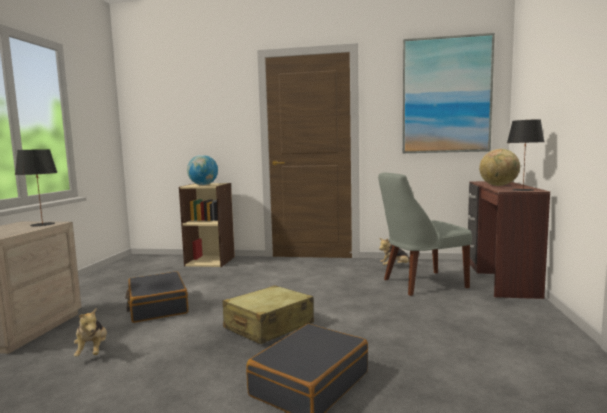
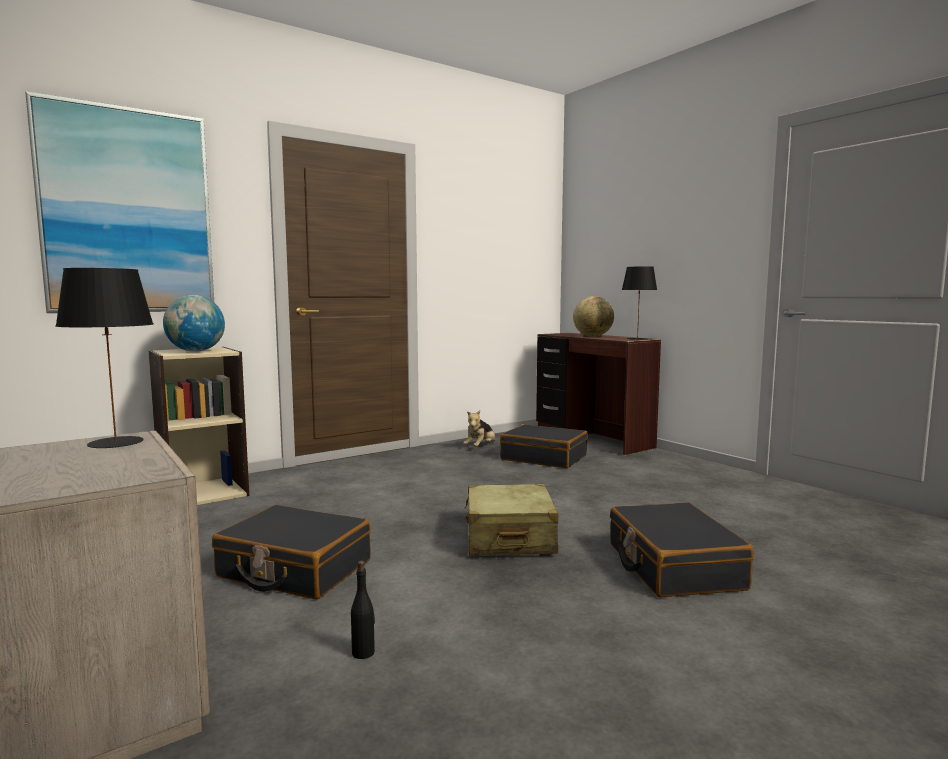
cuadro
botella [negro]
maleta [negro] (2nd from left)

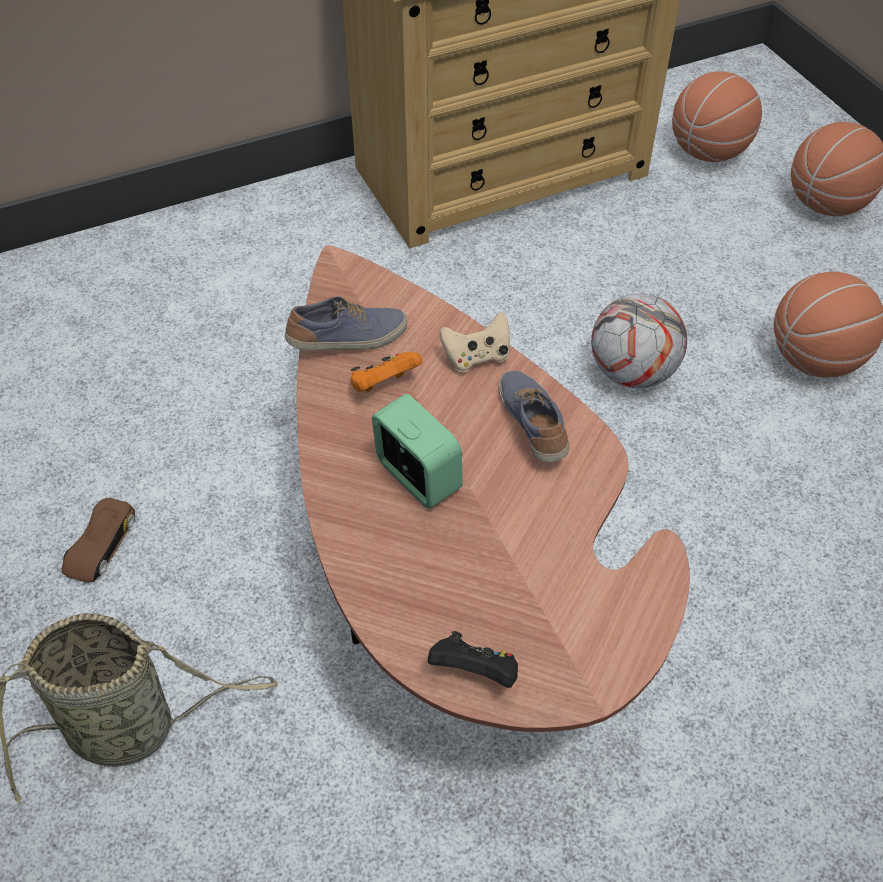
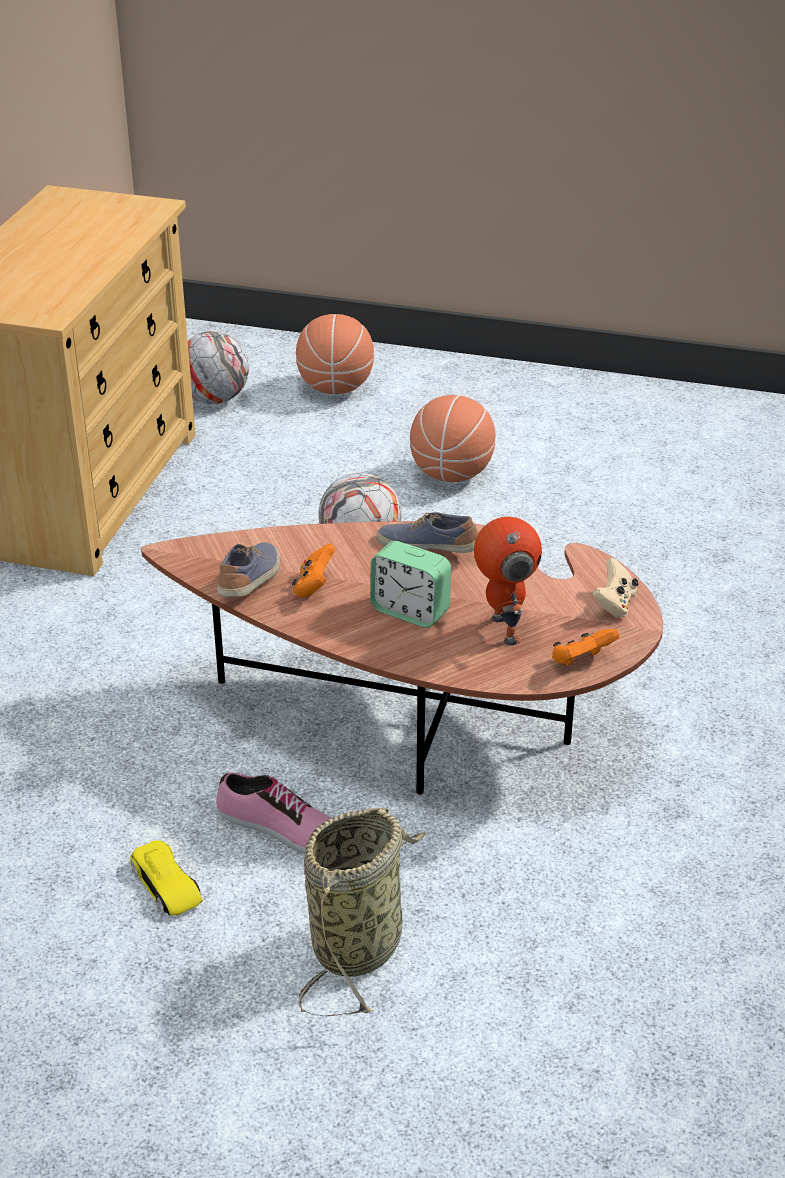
zapato (2nd from left)
robot de juguete
mando de consola [beis]
balón de fútbol (1st from left)
coche de juguete [amarillo]
mando de consola [naranja] (2nd from left)
despertador

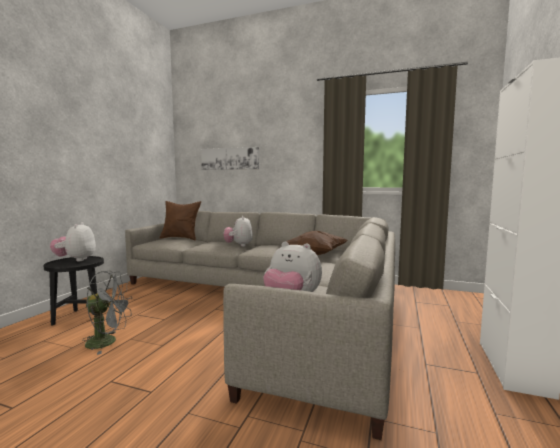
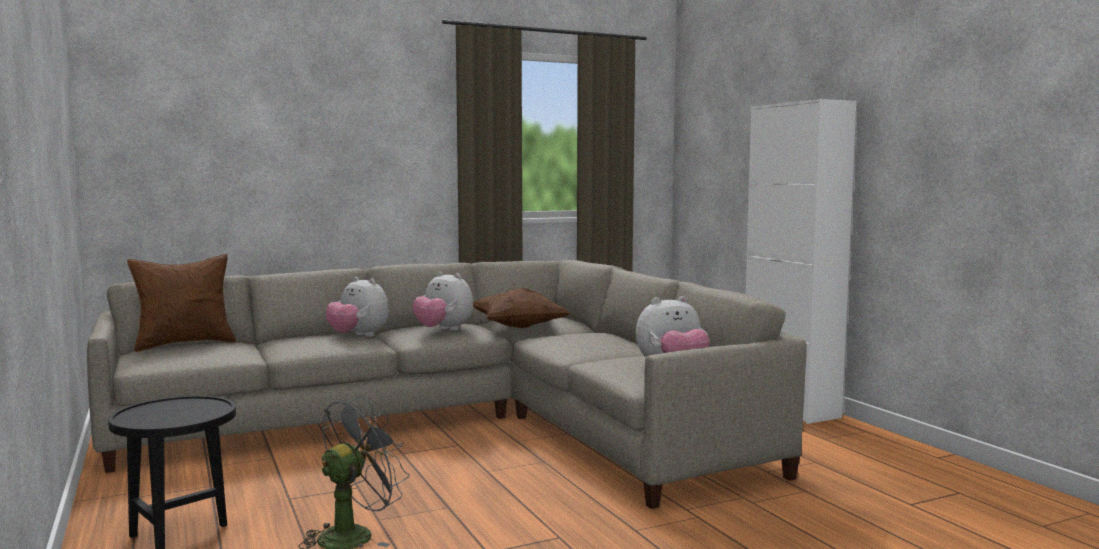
cuadro
peluche (2nd from left)

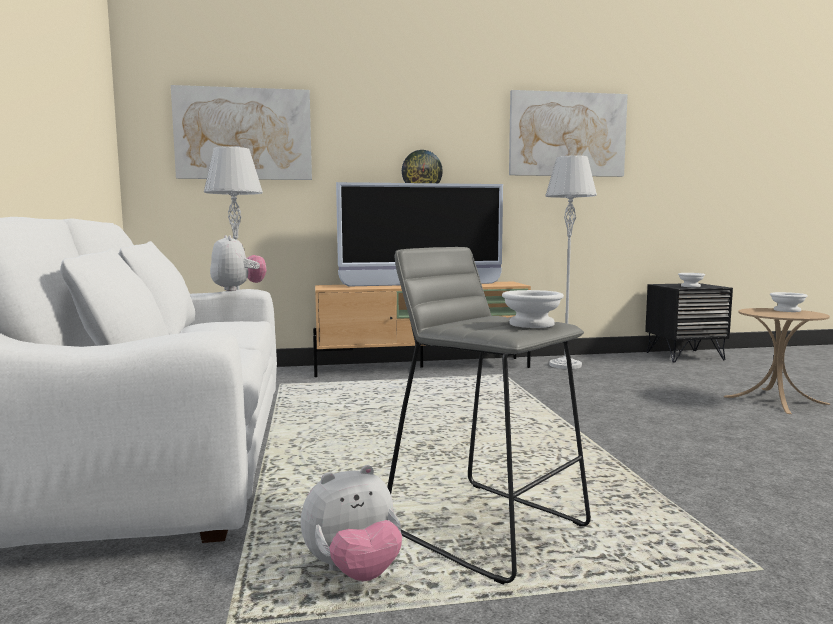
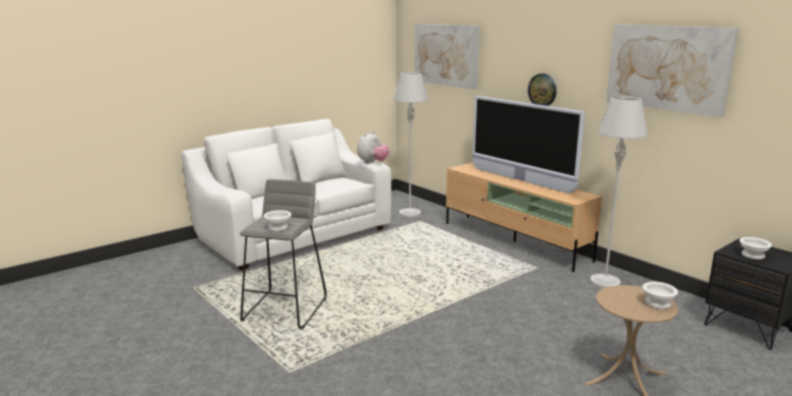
peluche (2nd from left in the first image)

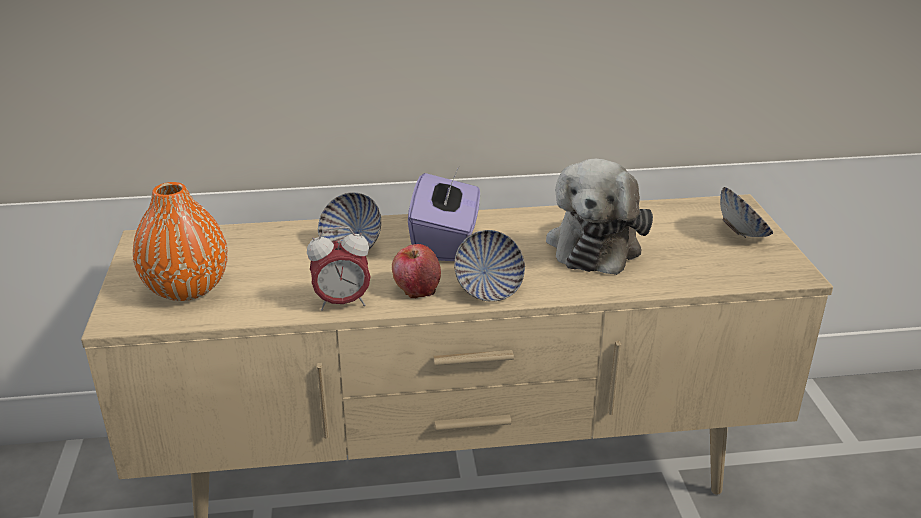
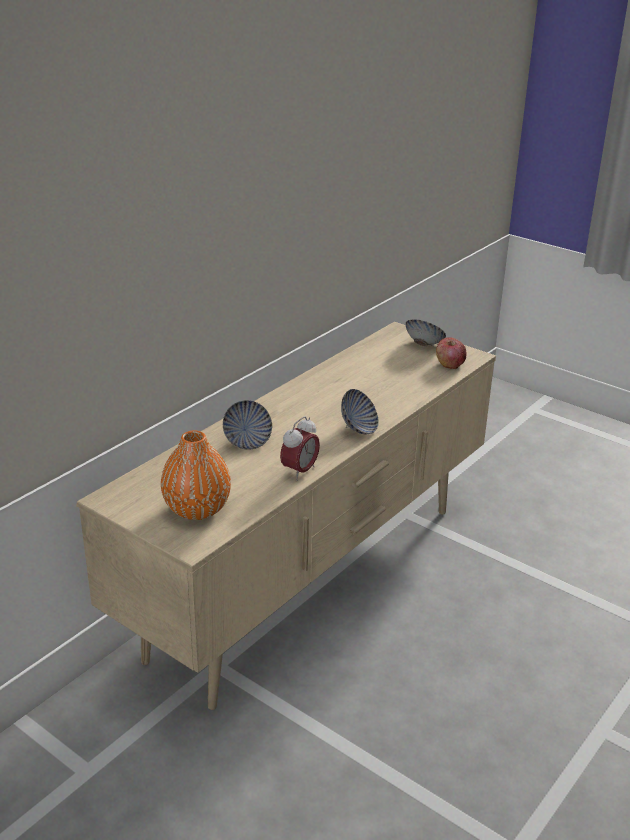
caja de pañuelos [morado]
peluche
manzana

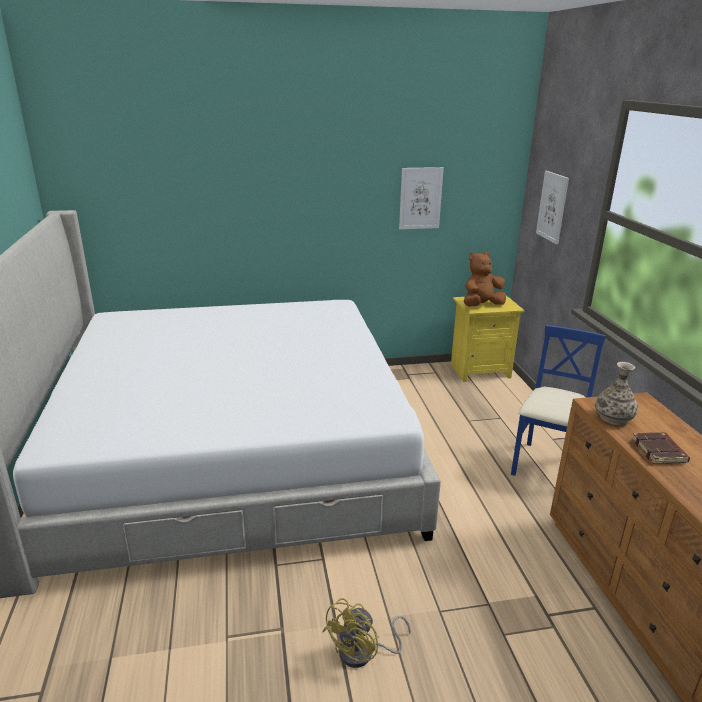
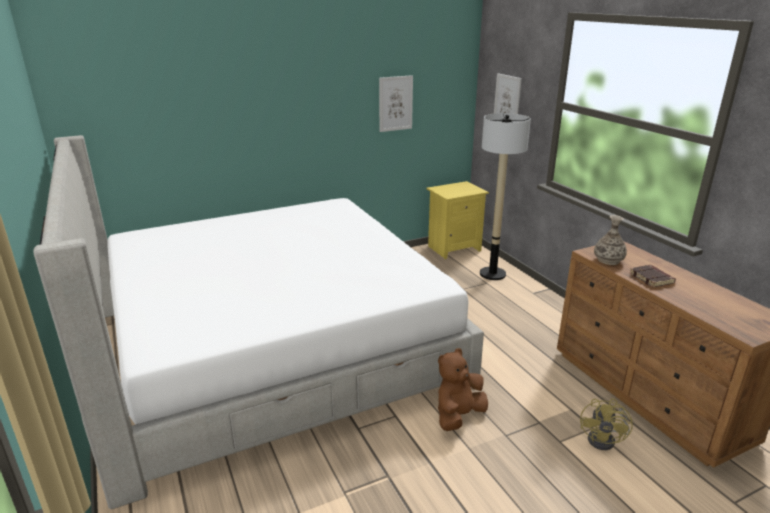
silla [azul]
lámpara de pie
ventilador [amarillo]
peluche [marrón]

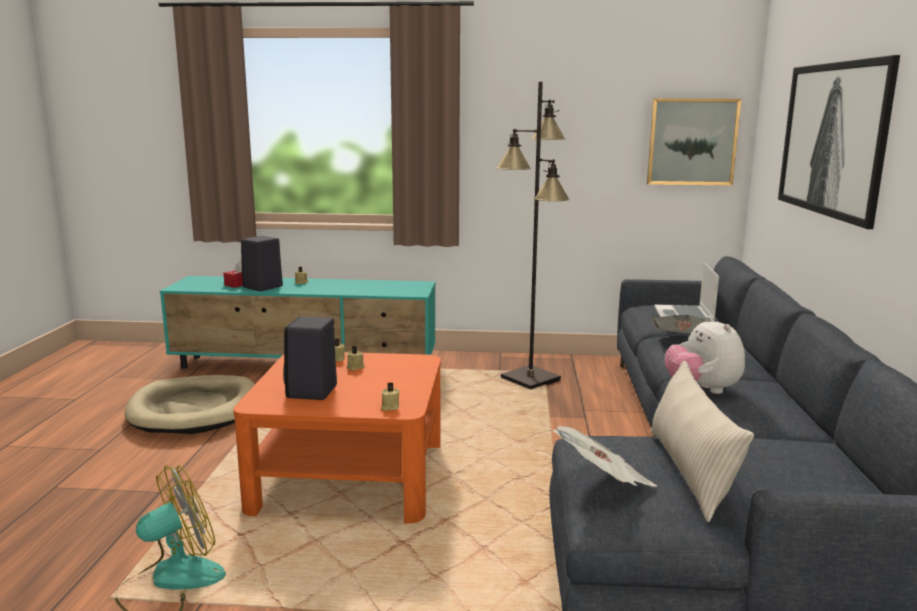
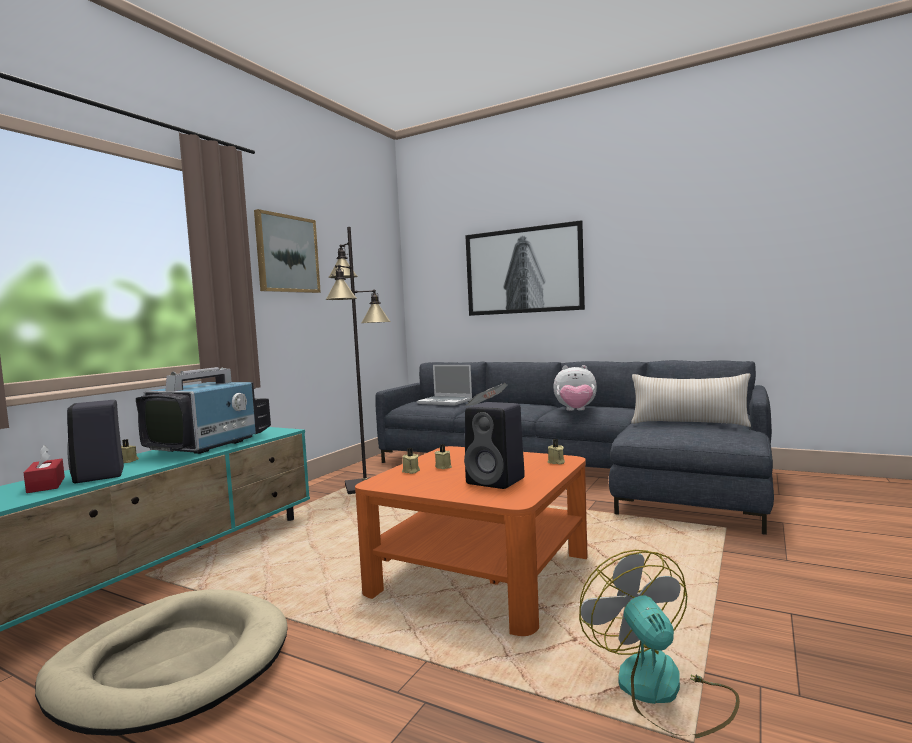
periódico (1st from left in the first image)
televisor
cuadro (1st from left)

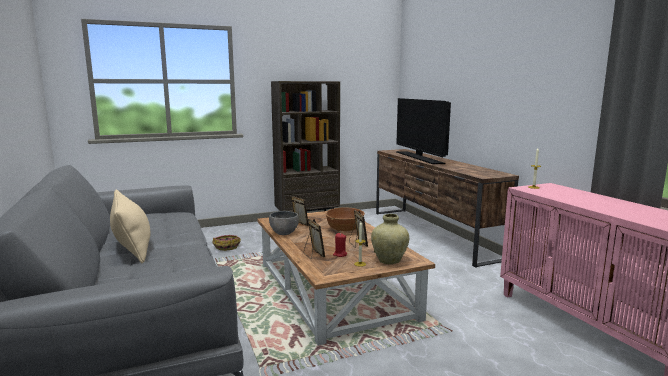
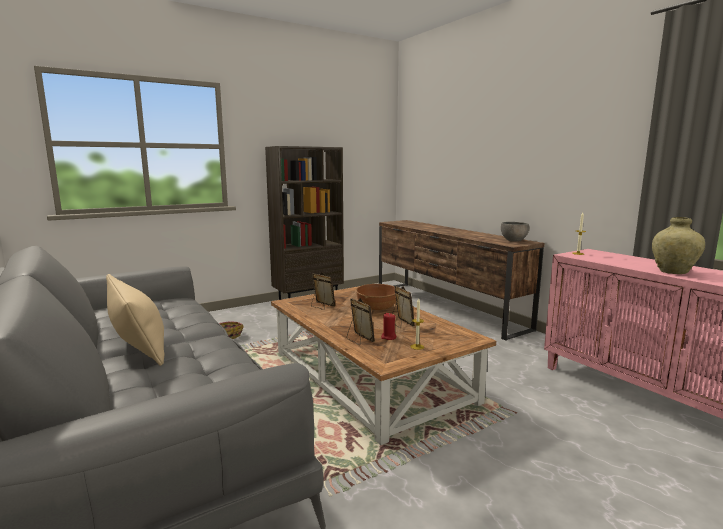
televisor
cuenco [gris]
florero [beis]

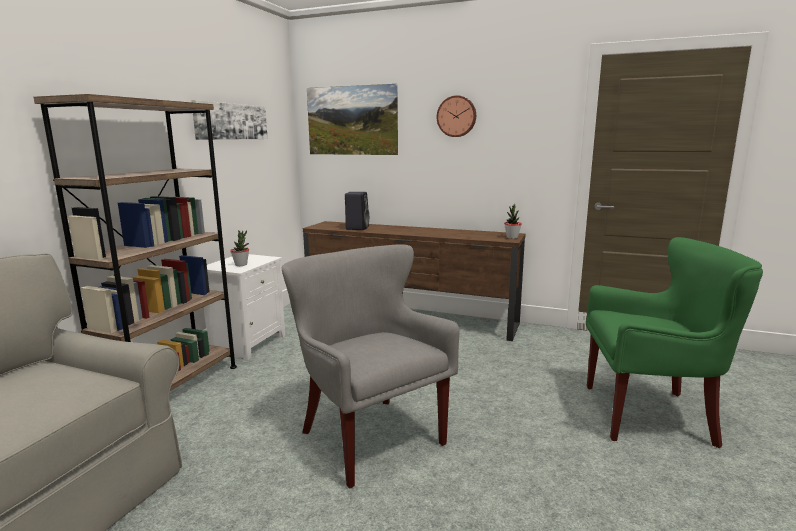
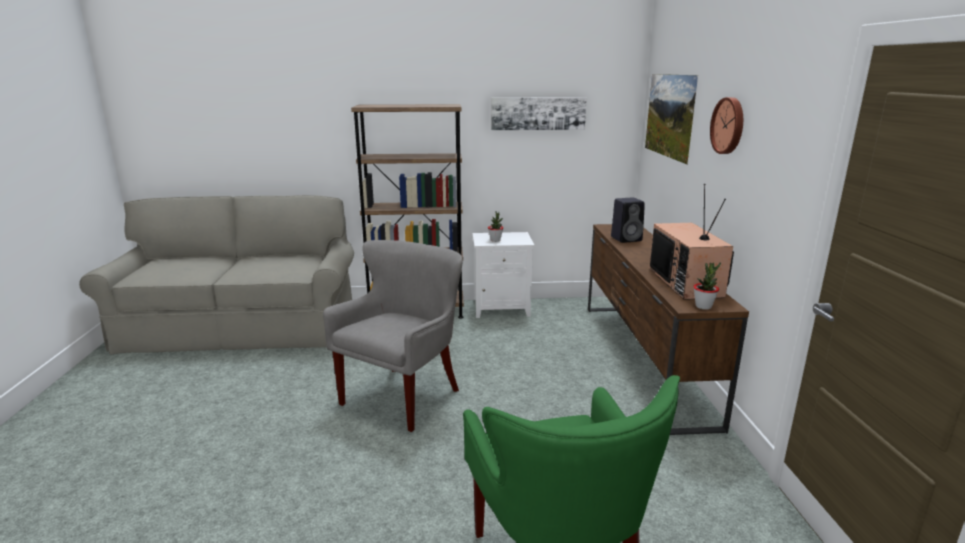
televisor

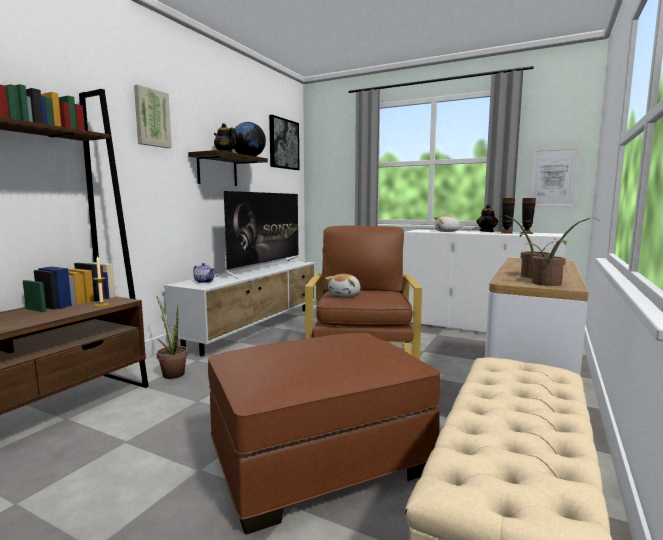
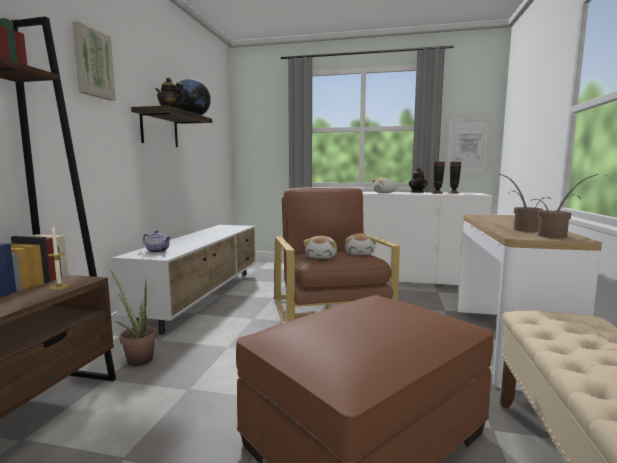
televisor
cuadro (2nd from left in the first image)
peluche (2nd from left)

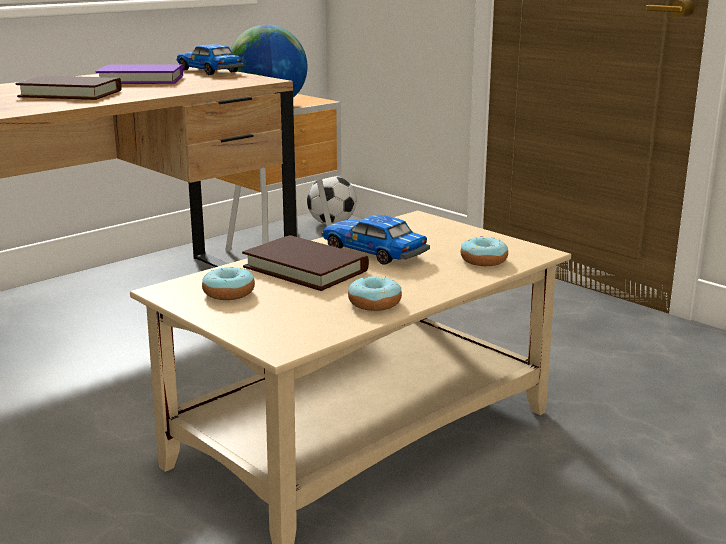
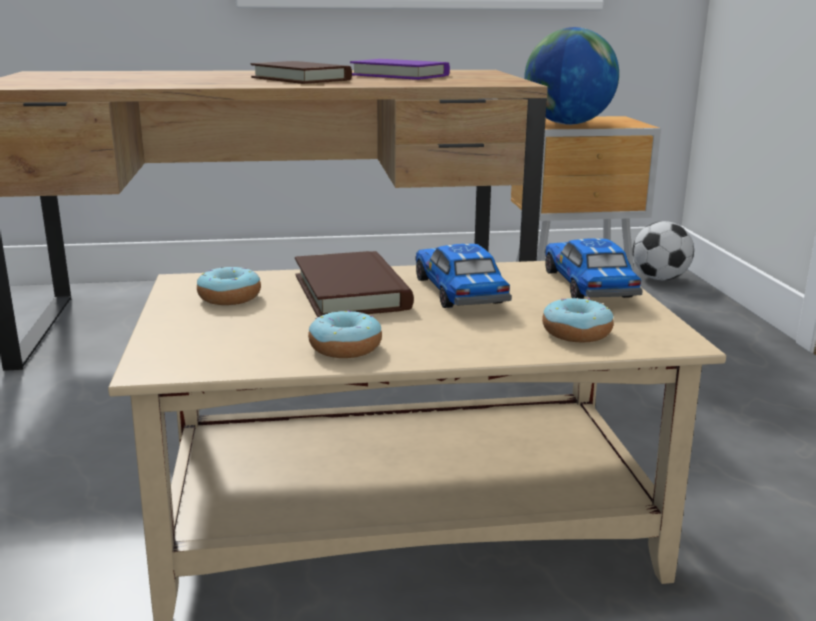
coche de juguete (2nd from left)

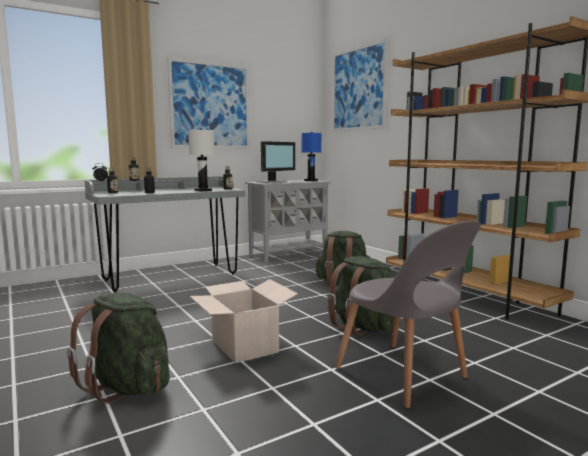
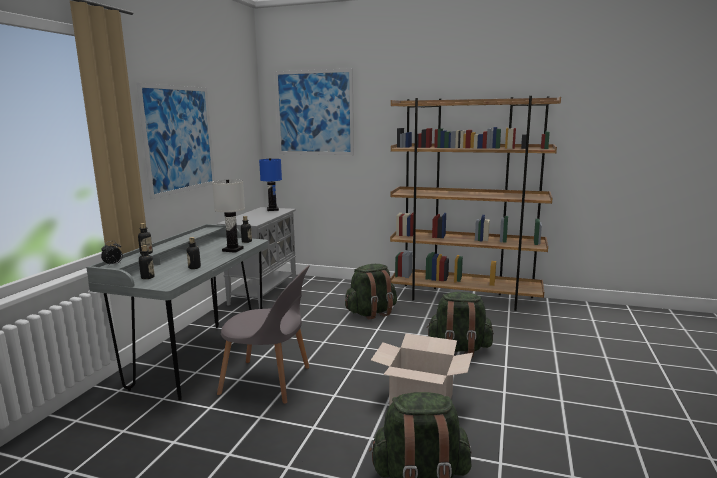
monitor
silla [gris]

